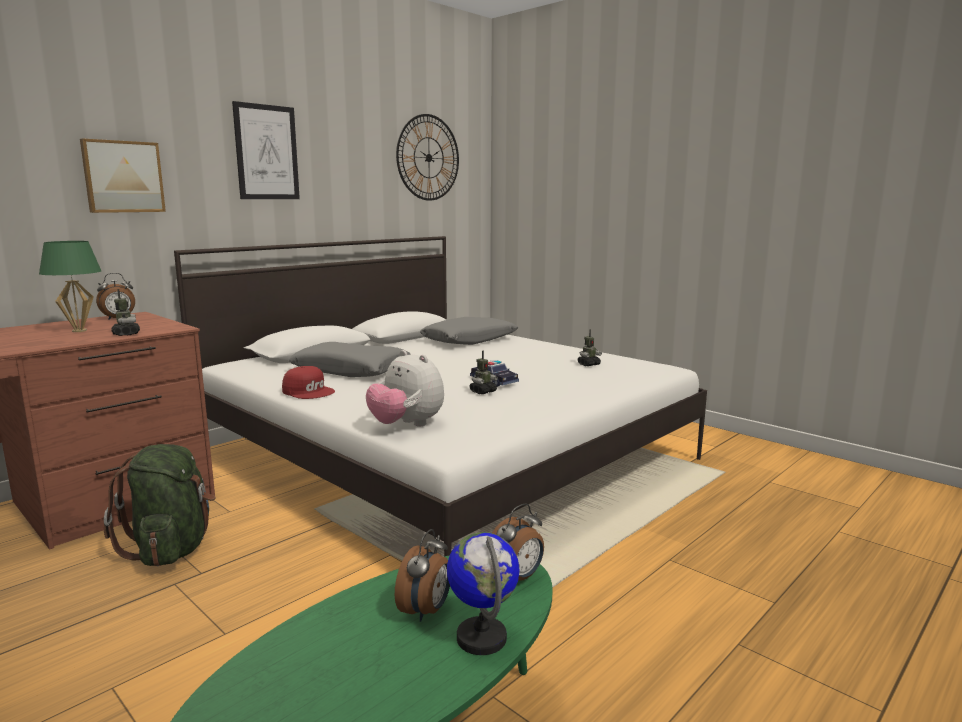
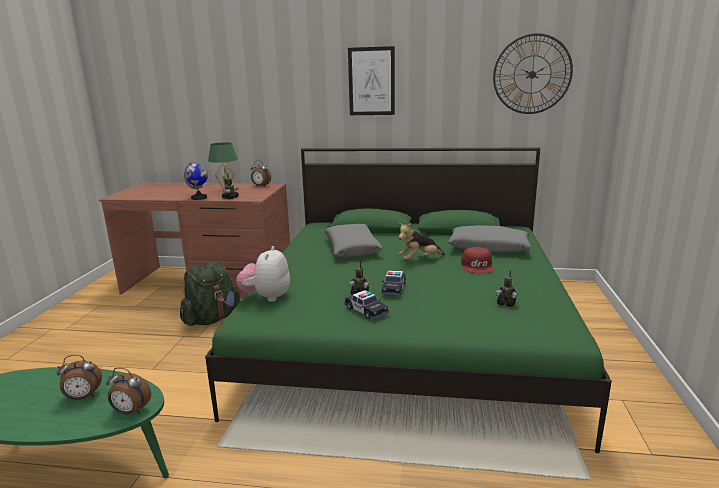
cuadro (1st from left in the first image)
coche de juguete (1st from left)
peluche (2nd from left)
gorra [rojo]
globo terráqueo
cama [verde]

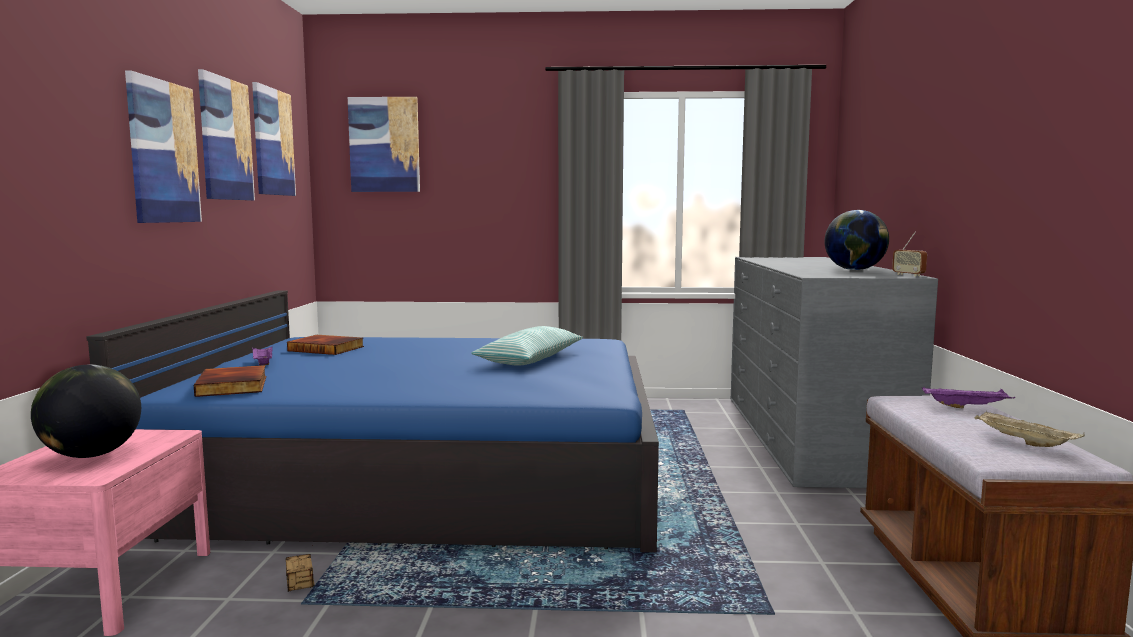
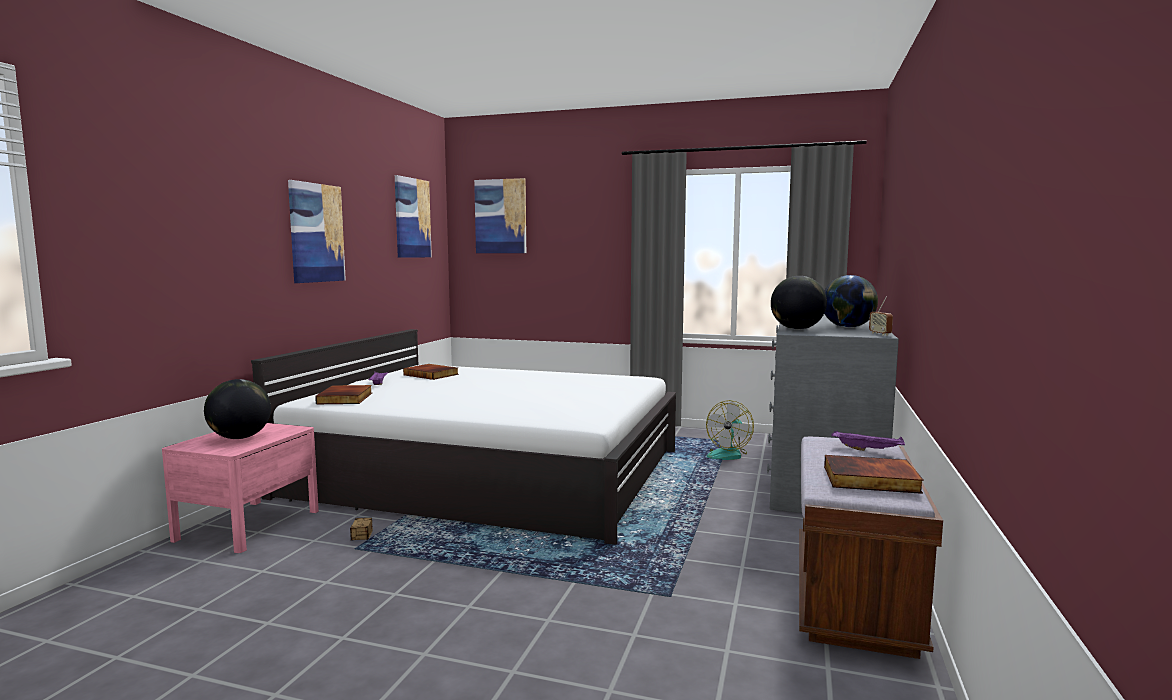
cuadro (2nd from left in the first image)
cojín
ventilador
globo terráqueo (2nd from left)
libro (3rd from left)
cama [blanco]

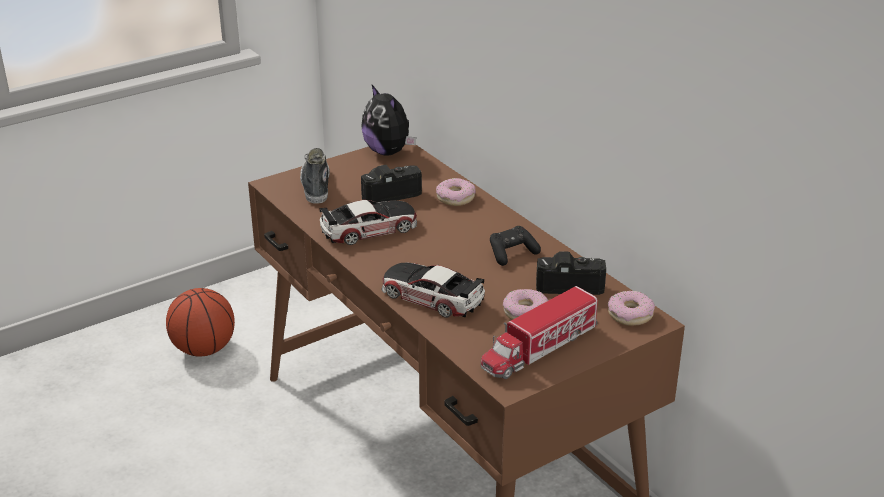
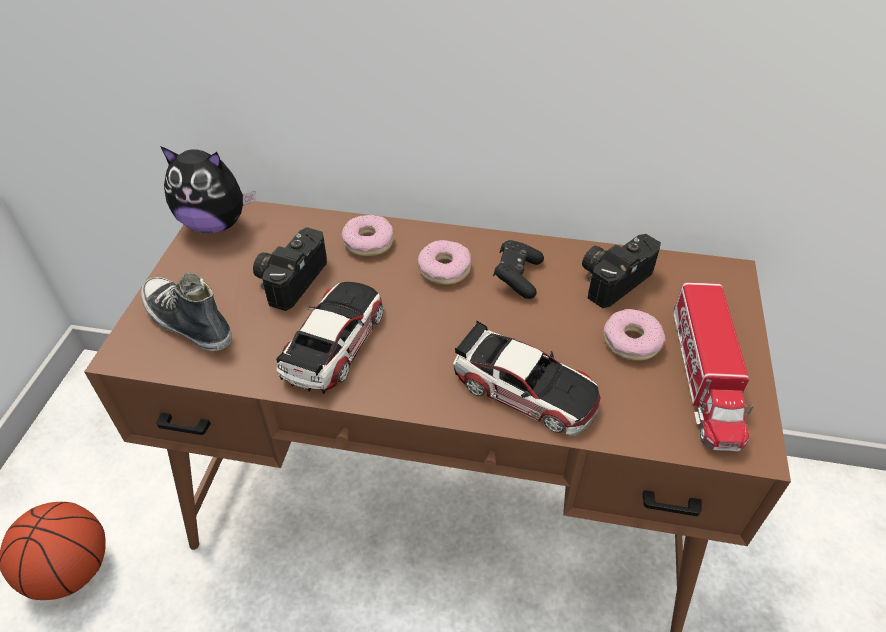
rosquilla (2nd from left)
coche de juguete (2nd from left)

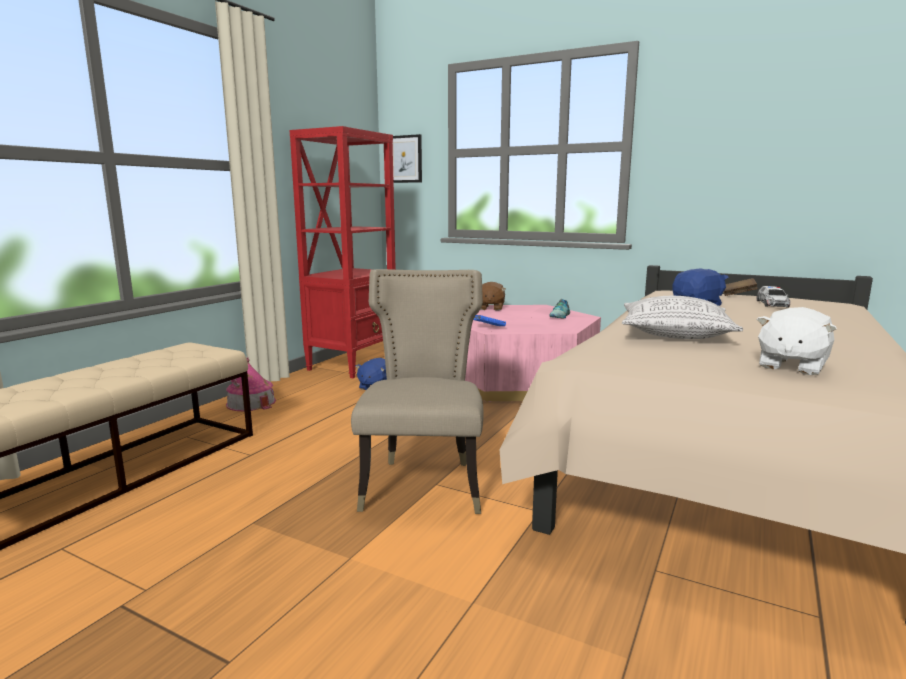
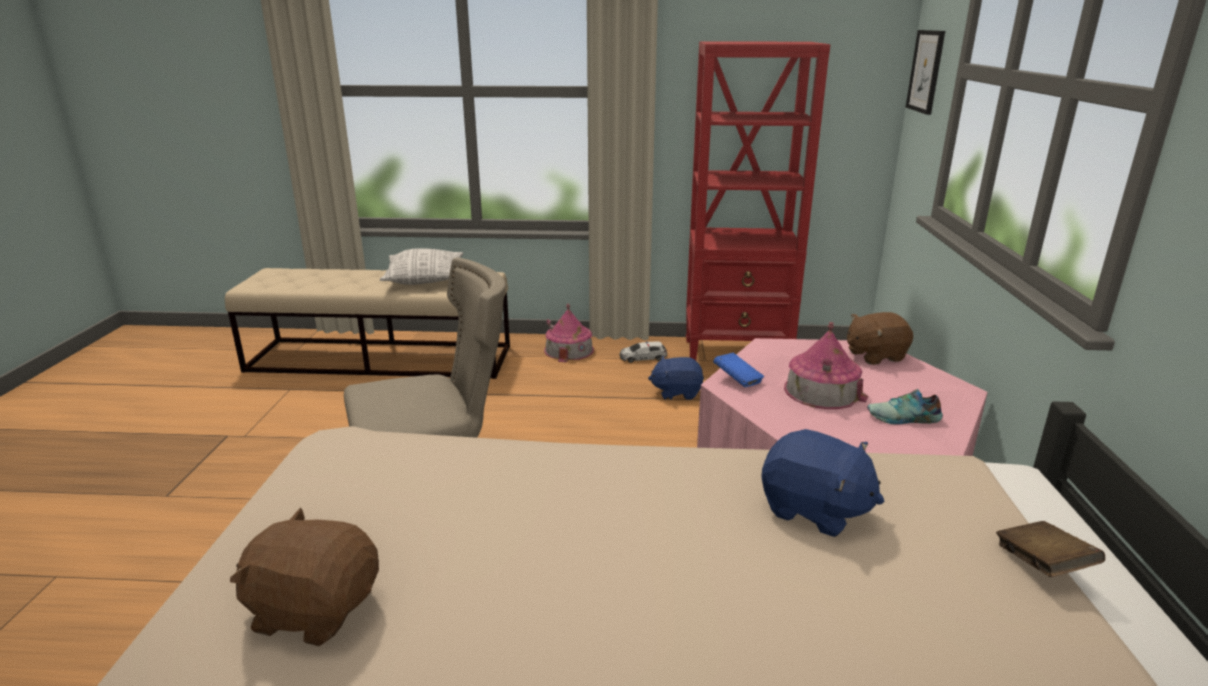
casita (2nd from left)
cojín
coche de juguete
peluche [marrón] (1st from left)

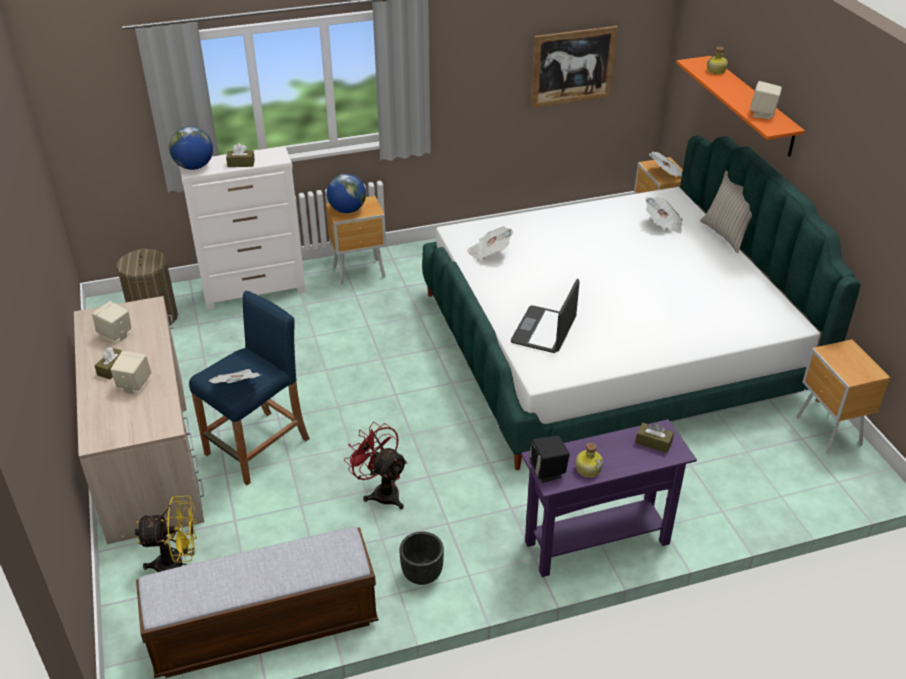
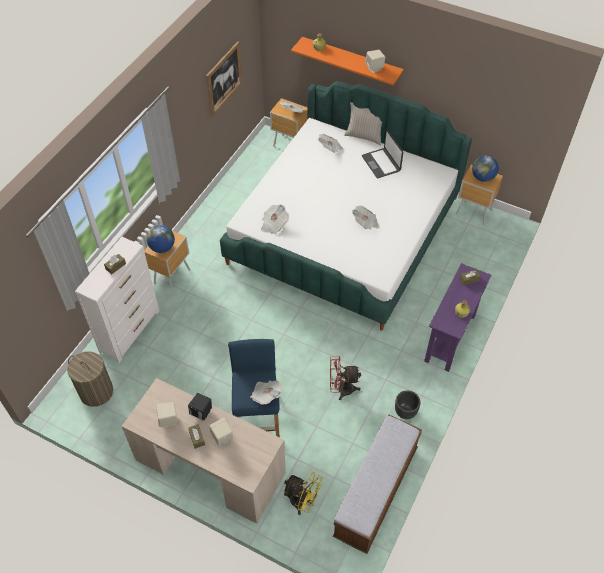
periódico (5th from left)
globo terráqueo (2nd from left)
portátil
altavoz [negro]
ventilador [amarillo]

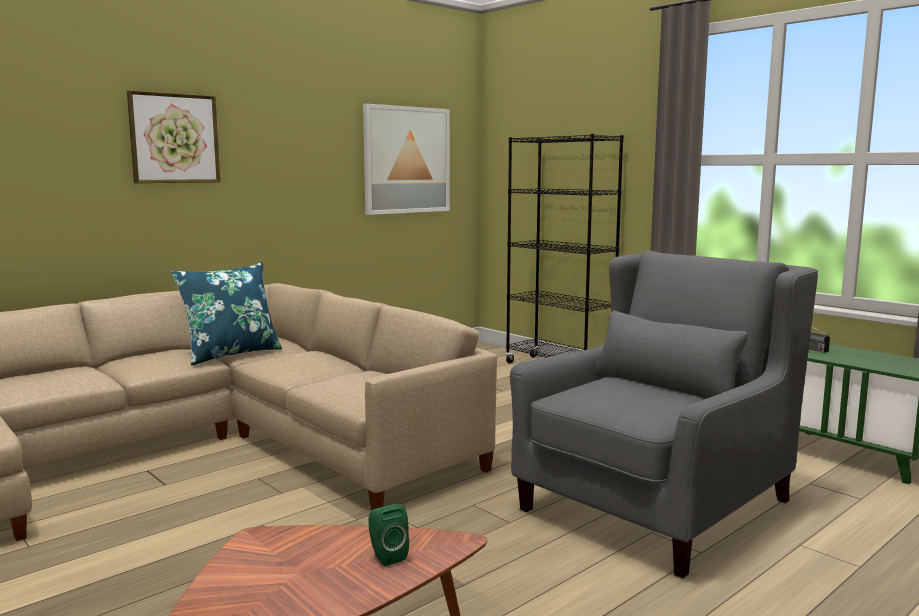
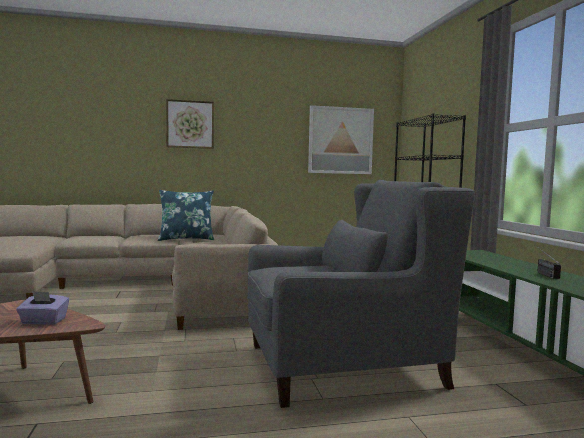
caja de pañuelos [morado]

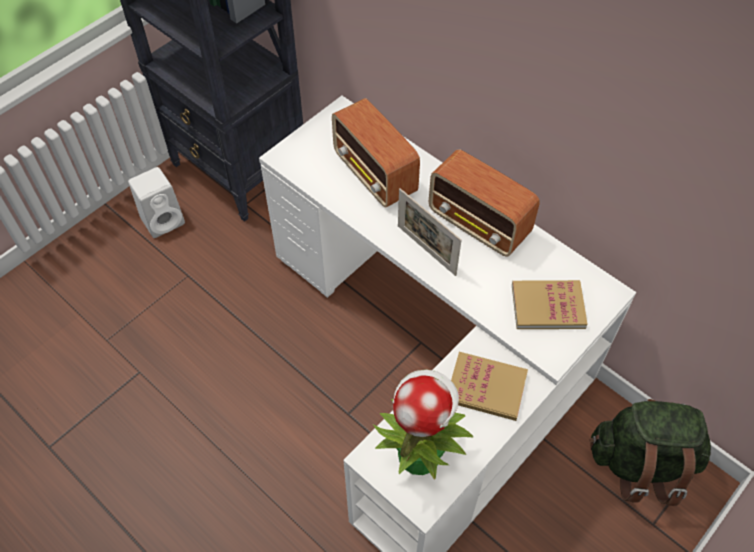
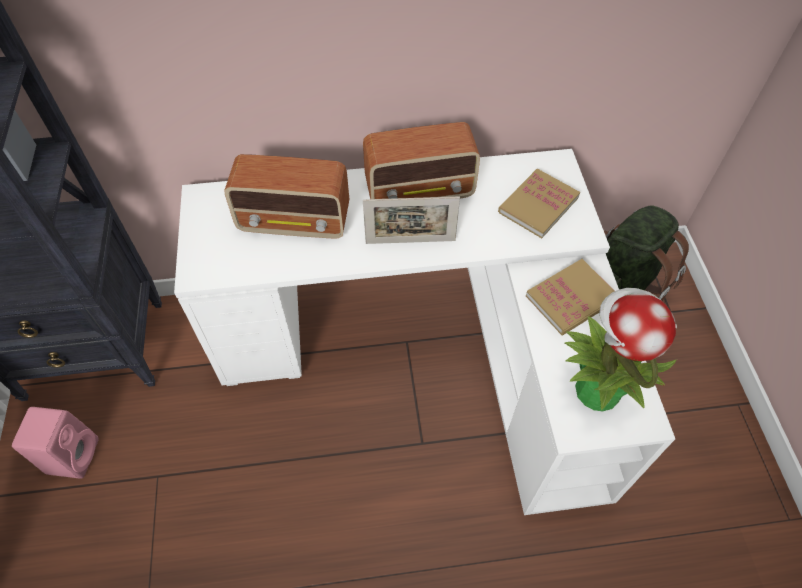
altavoz [rosa]

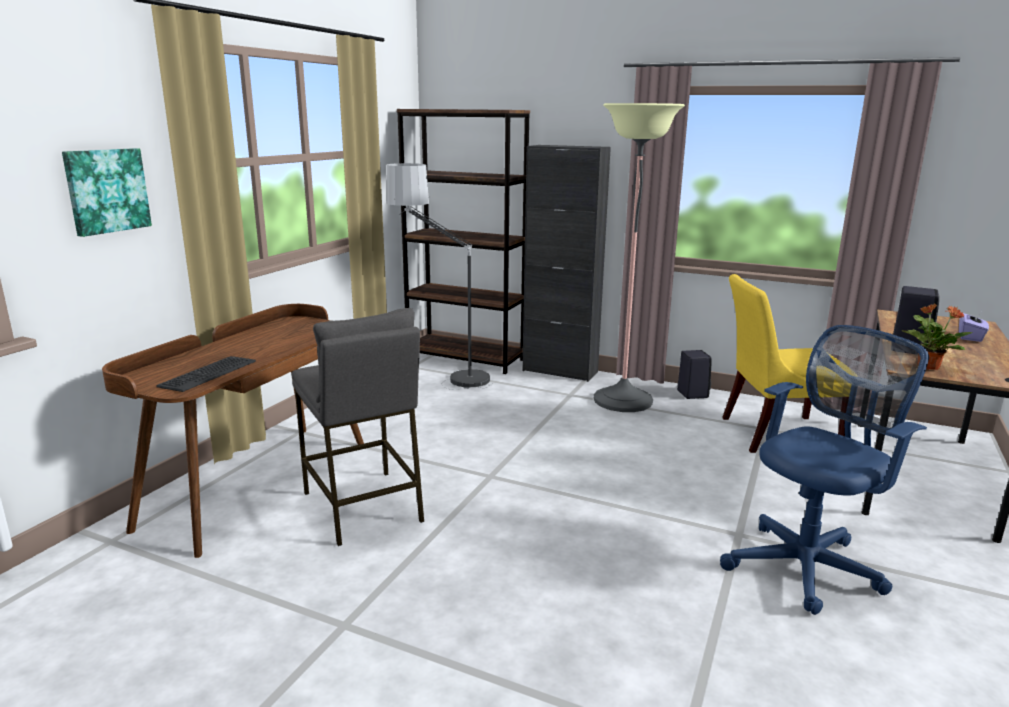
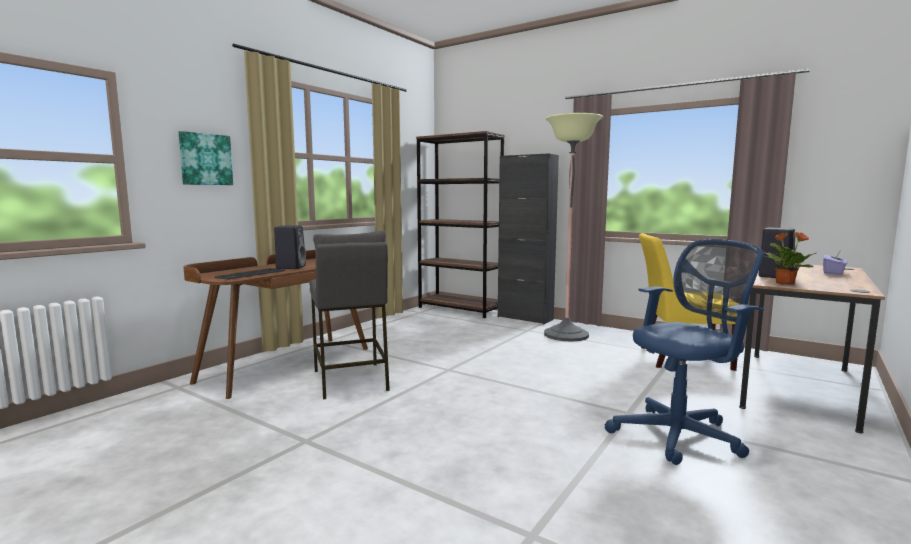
lámpara de pie (1st from left in the first image)
altavoz [negro] (1st from left)

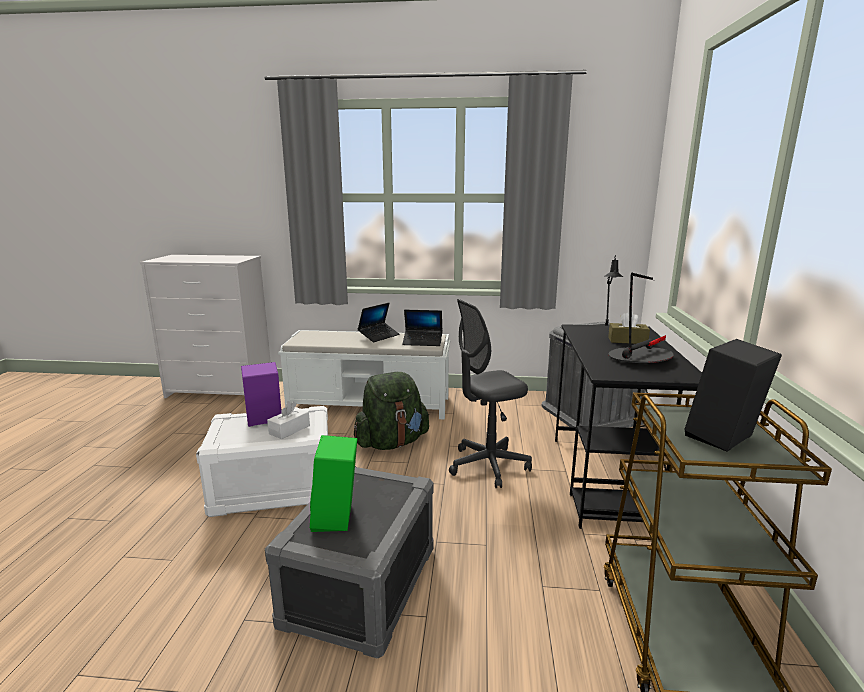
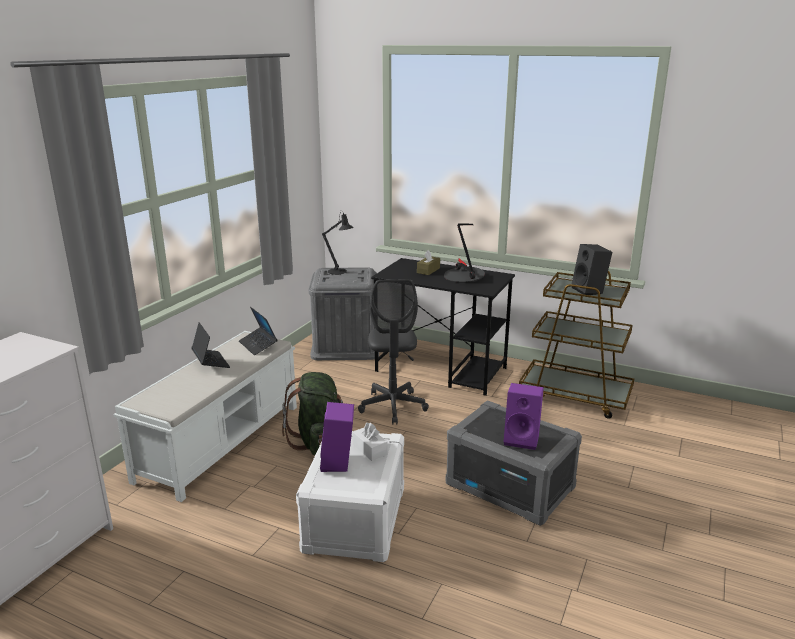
altavoz [morado] (2nd from left)
portátil (2nd from left)

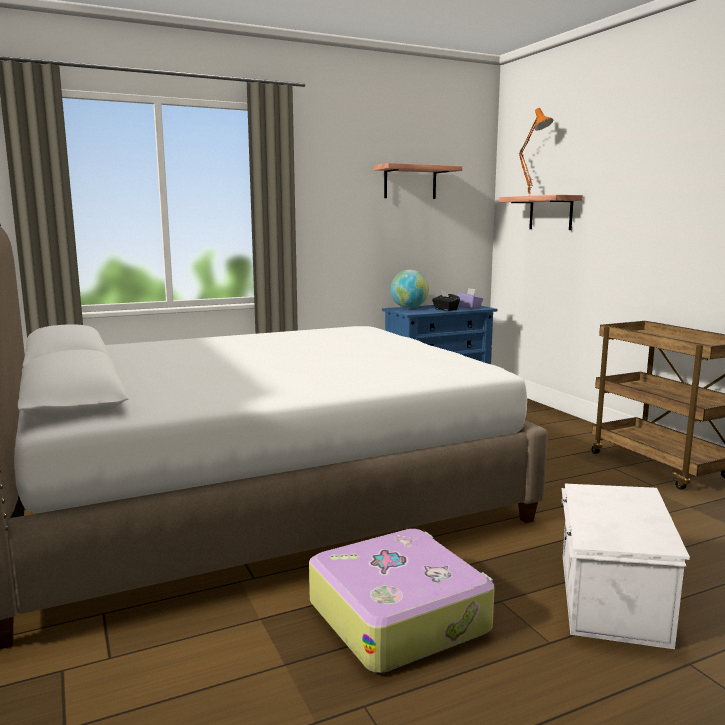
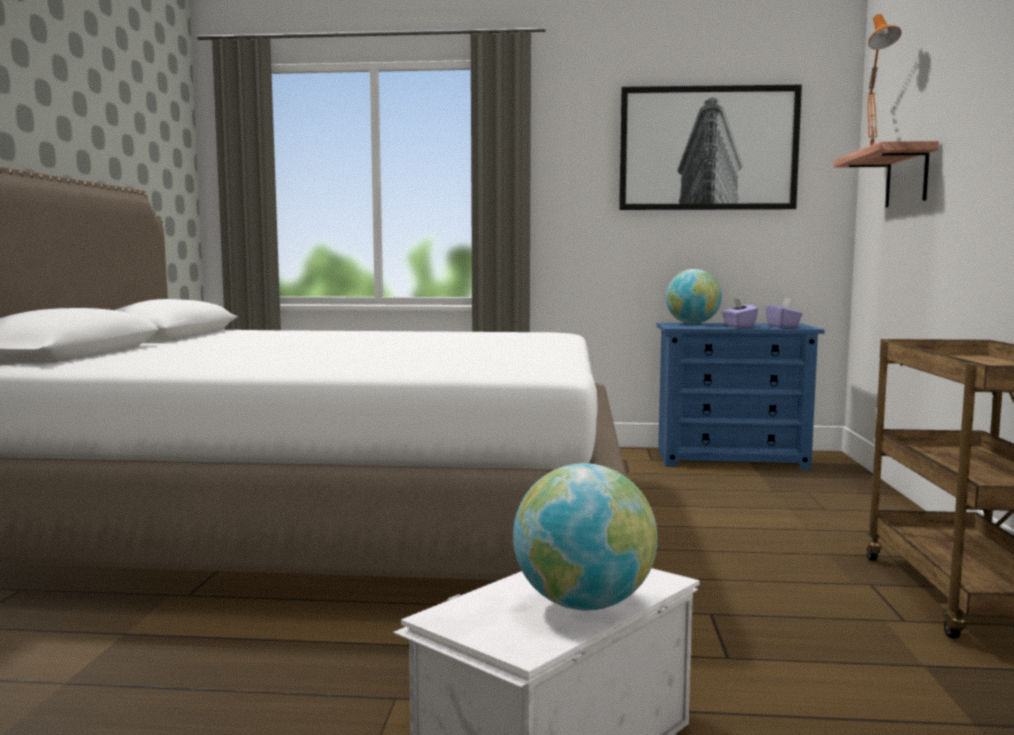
maleta
globo terráqueo (1st from left)
cuadro
caja de pañuelos [morado] (1st from left)

